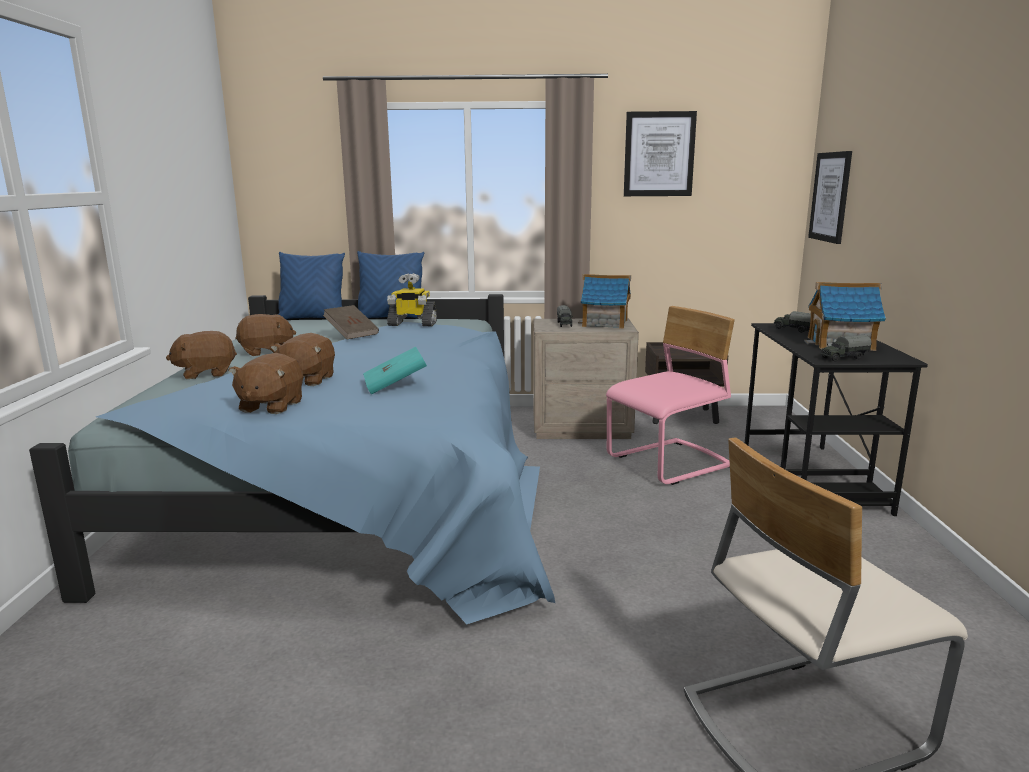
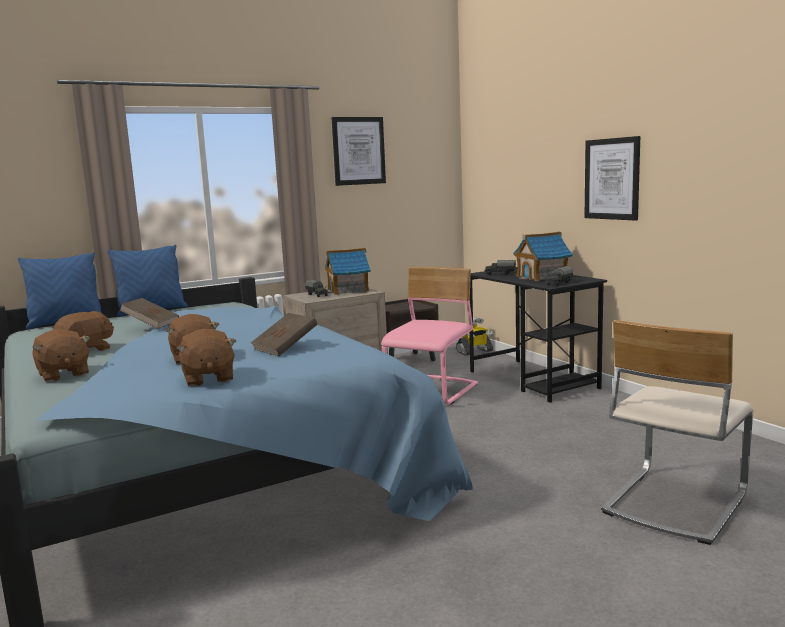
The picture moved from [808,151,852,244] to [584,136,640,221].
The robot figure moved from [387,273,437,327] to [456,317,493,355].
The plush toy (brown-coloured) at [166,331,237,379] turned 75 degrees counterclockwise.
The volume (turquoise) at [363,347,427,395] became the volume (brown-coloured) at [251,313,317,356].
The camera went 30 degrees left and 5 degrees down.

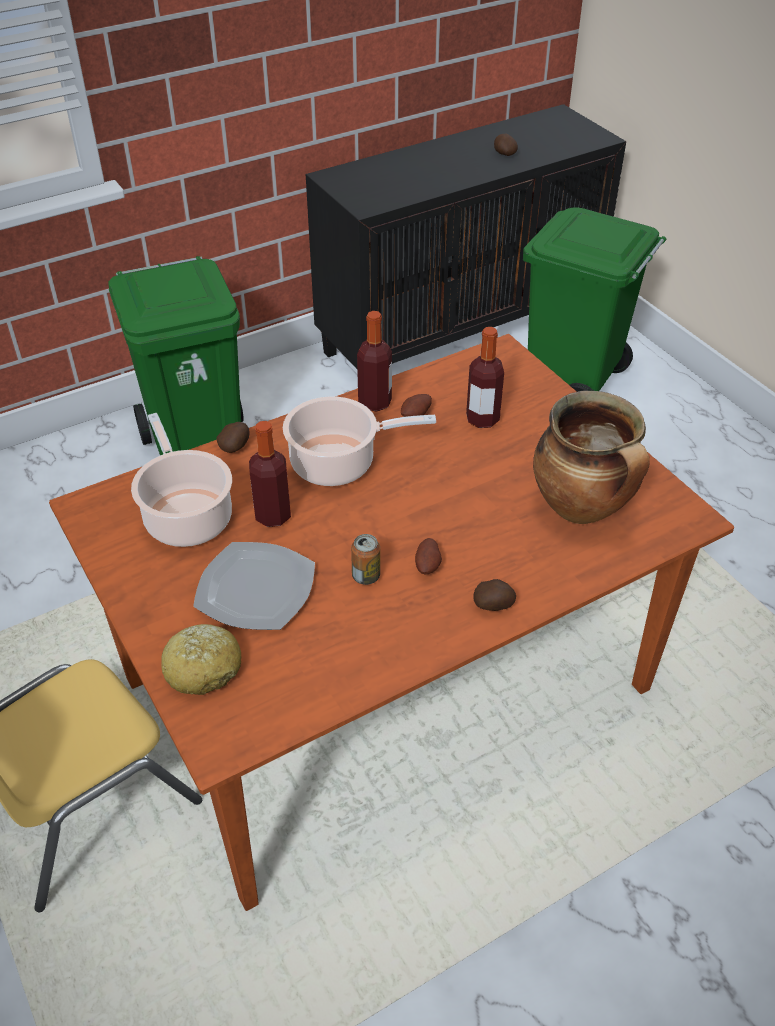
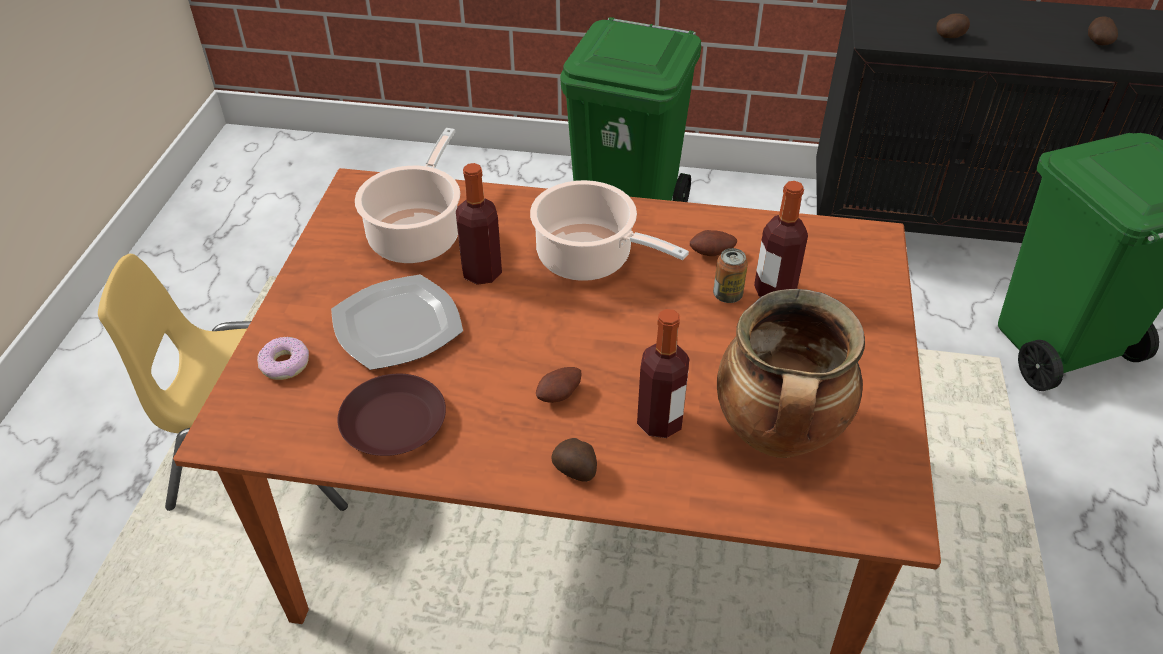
The drink bottle moved from [357,311,392,412] to [637,309,689,438].
The potato moved from [217,422,250,453] to [936,13,970,38].
The can moved from [351,534,380,585] to [713,248,748,303].
The baked bread at [161,624,241,695] was replaced by the ring doughnut at [257,337,309,380].
The plate (brown-coloured) at [337,374,446,456] appeared.
The camera went 40 degrees right and 0 degrees up.

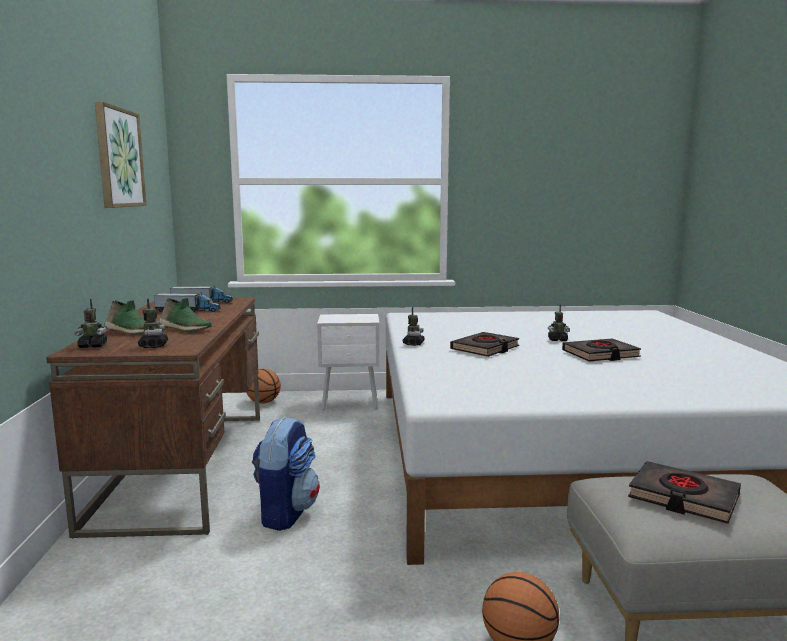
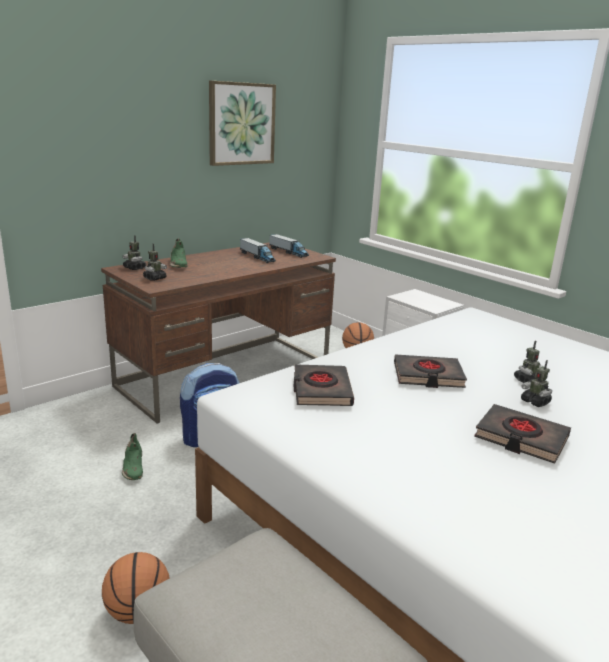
The shoe (green) moved from [159,298,212,332] to [122,433,143,480].
The robot figure moved from [402,308,425,346] to [514,340,544,383].
The volume (black-coloured) moved from [628,461,741,524] to [294,364,354,406].
The camera went 50 degrees right and 10 degrees up.

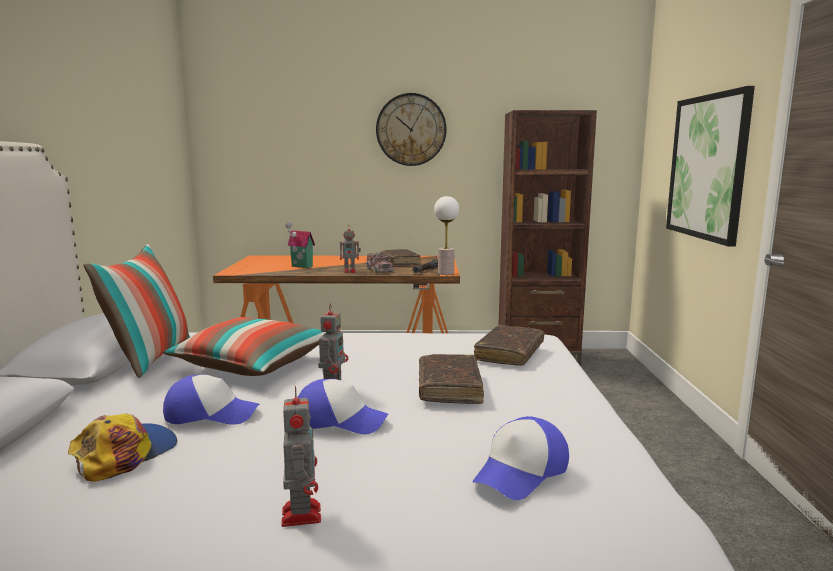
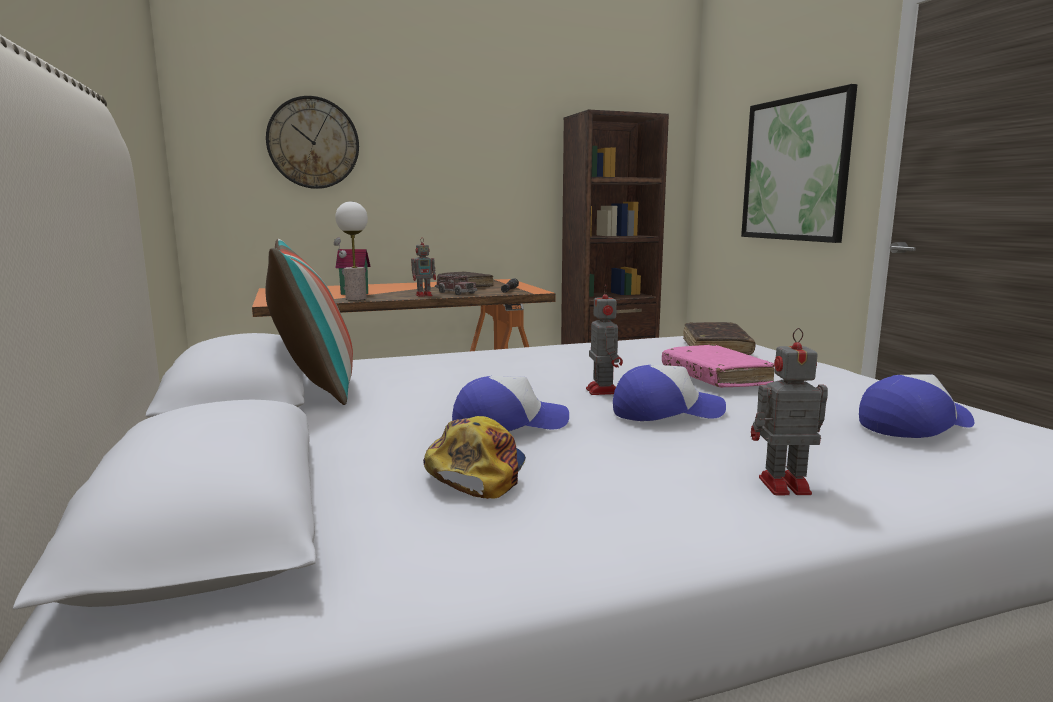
The hanging clock moved from [376,93,446,166] to [266,96,359,189].
The lamp for a table moved from [434,196,459,275] to [335,201,368,300].
The pillow at [163,317,326,376] disappeared.
The volume (brown-coloured) at [419,354,484,404] became the volume (pinkish) at [662,344,775,388].
The robot figure at [281,386,321,527] turned 60 degrees counterclockwise.
The peaked cap at [472,416,569,500] turned 135 degrees counterclockwise.
The camera went 20 degrees left and 0 degrees up.

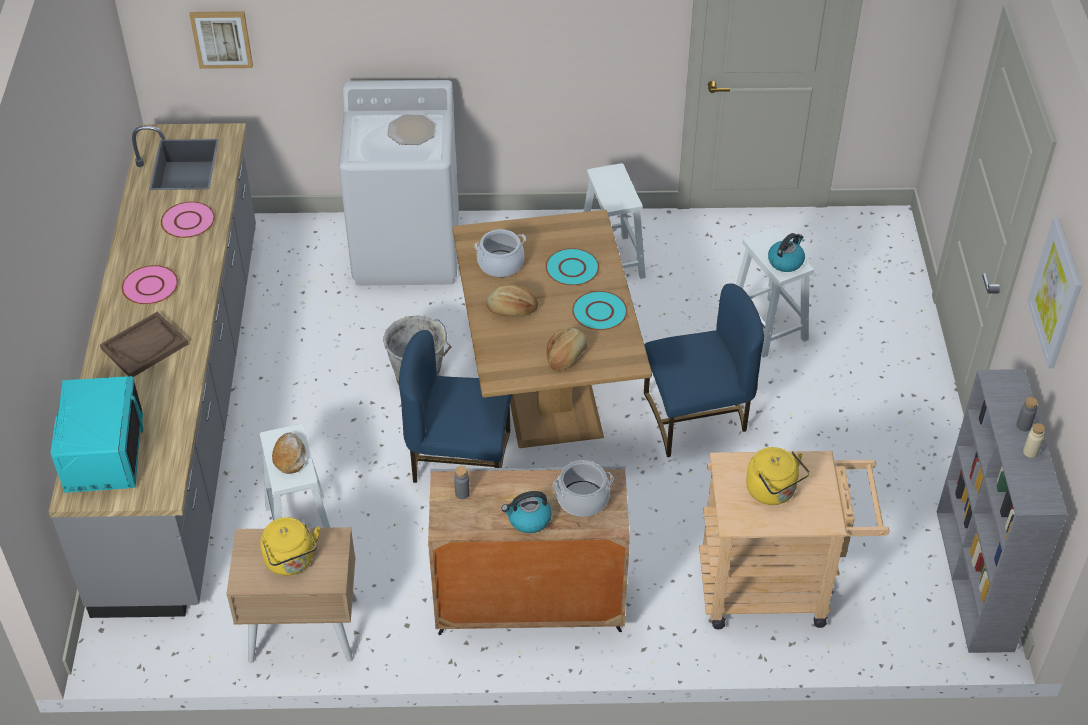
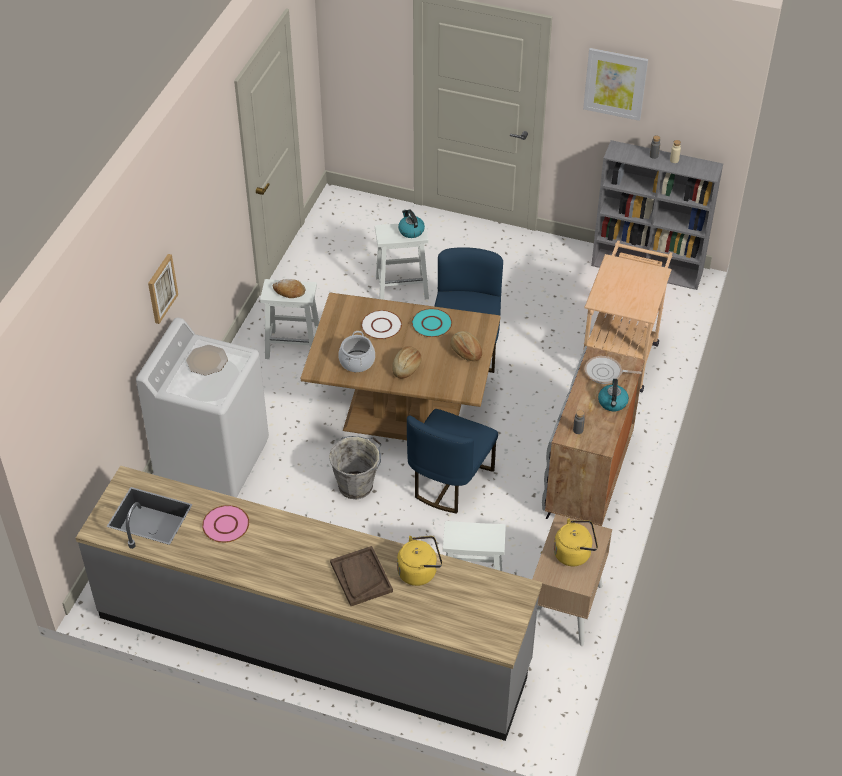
The picture moved from [190,11,253,69] to [148,254,178,324].
The plate (turquoise) at [545,248,599,286] became the plate (white) at [361,310,402,339].
The plate (pinkish) at [122,265,178,305] disappeared.
The kitchen microwave (turquoise) at [50,376,144,493] disappeared.
The baked bread moved from [272,432,306,474] to [273,279,305,298].
The kettle (yellow-coloured) moved from [746,447,810,505] to [397,536,442,586].
The cooking pot at [553,460,614,517] was replaced by the pan at [585,356,642,384].
The camera went 70 degrees left and 0 degrees up.

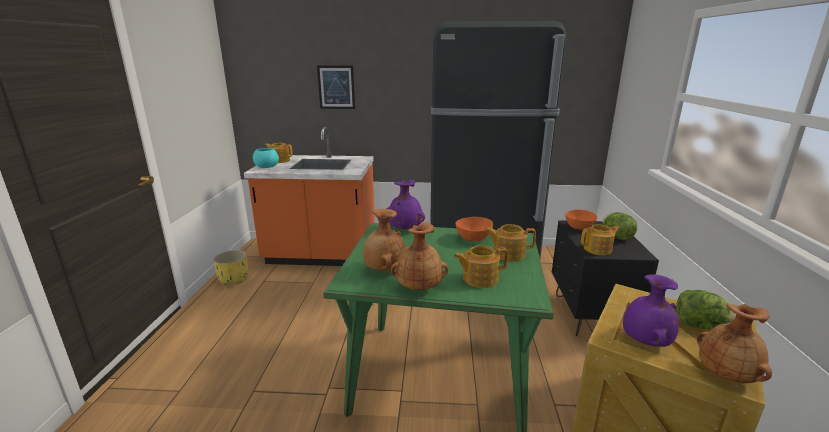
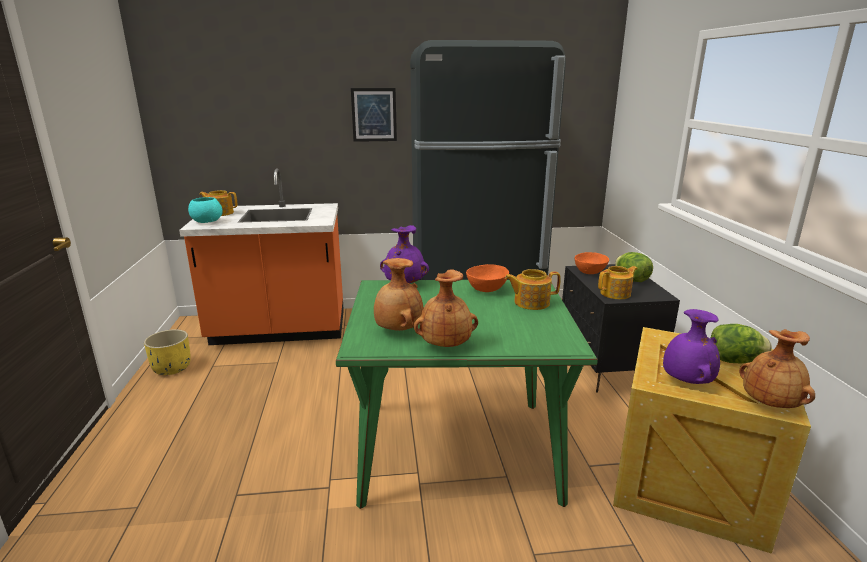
The picture moved from [317,65,355,109] to [351,88,397,142].
The tea pot at [454,245,508,288] disappeared.
The camera went 10 degrees left and 0 degrees up.

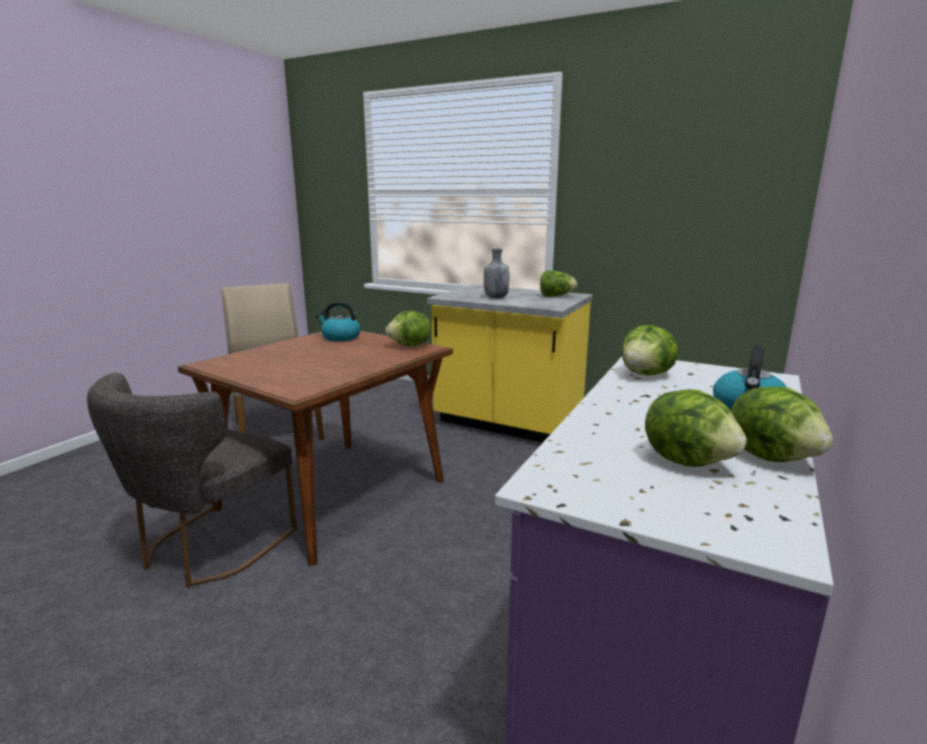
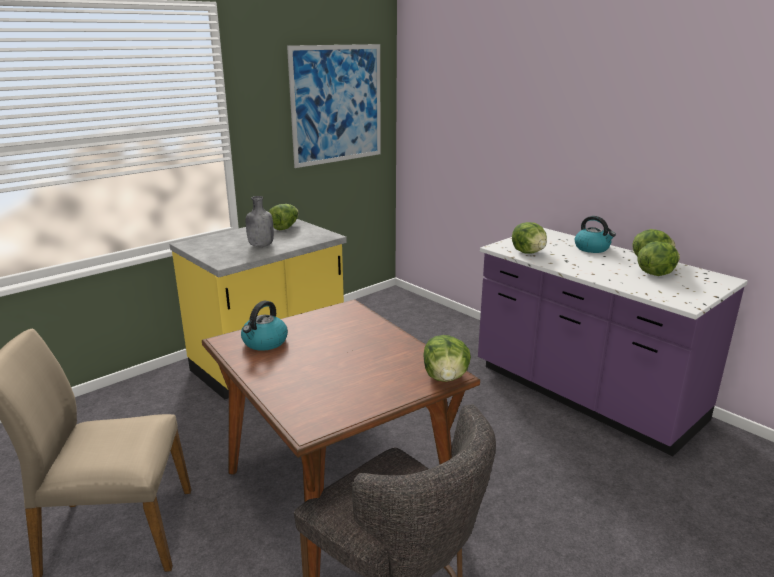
The lettuce moved from [386,311,431,346] to [423,335,471,382].
The picture at [287,44,381,168] appeared.
The camera went 70 degrees left and 5 degrees up.

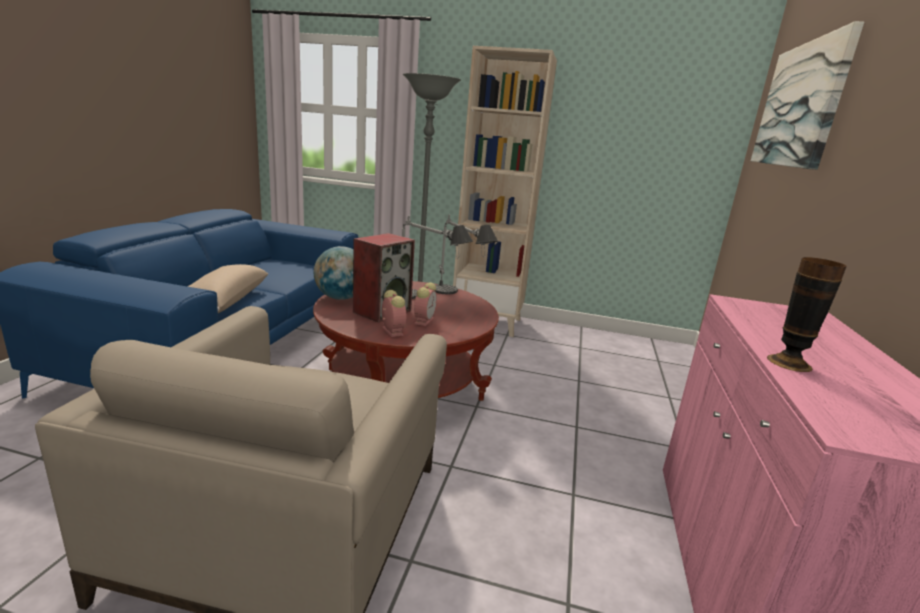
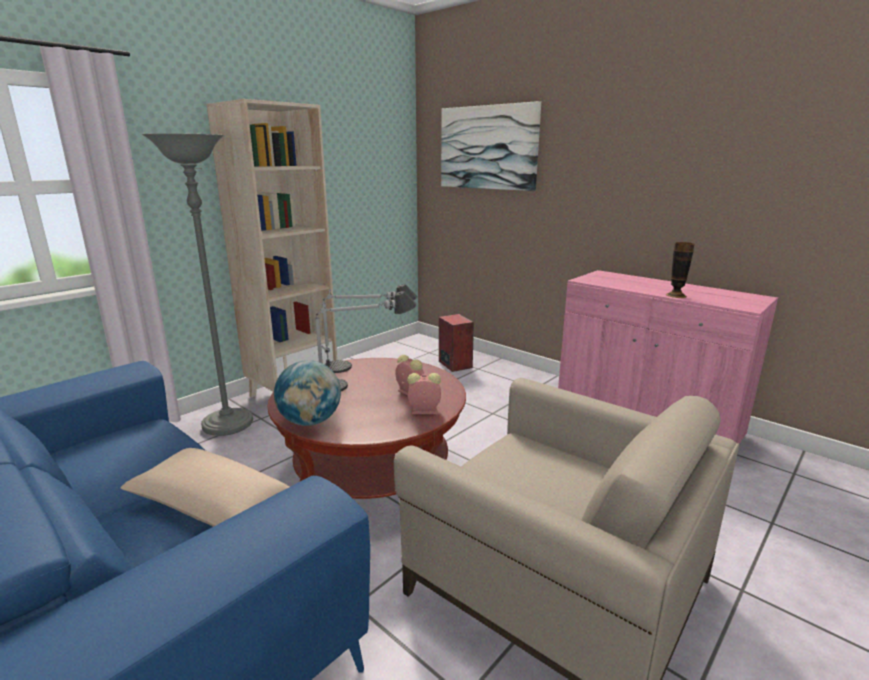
The loudspeaker moved from [353,233,415,322] to [439,314,474,372].
The camera went 60 degrees left and 0 degrees up.

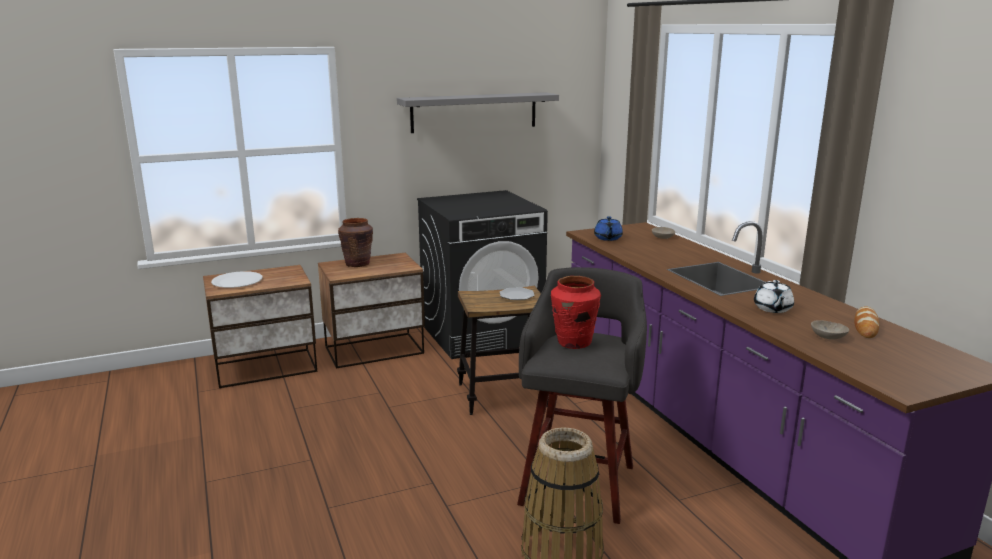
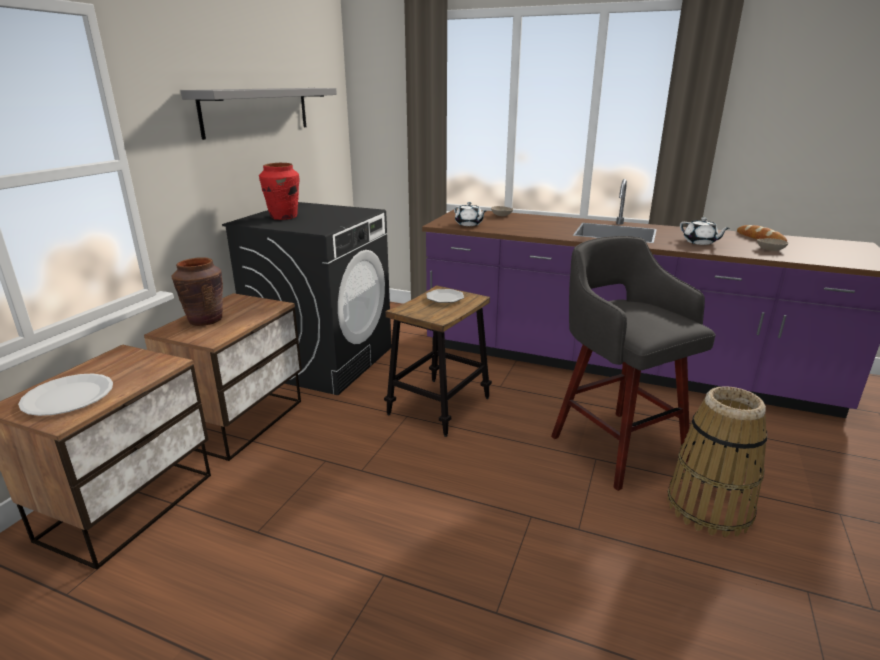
The tea pot (blue) at [594,216,623,241] became the tea pot (white) at [454,202,486,226].
The decorative vase (red) moved from [551,276,601,349] to [259,163,299,220].
The camera went 45 degrees left and 5 degrees up.

